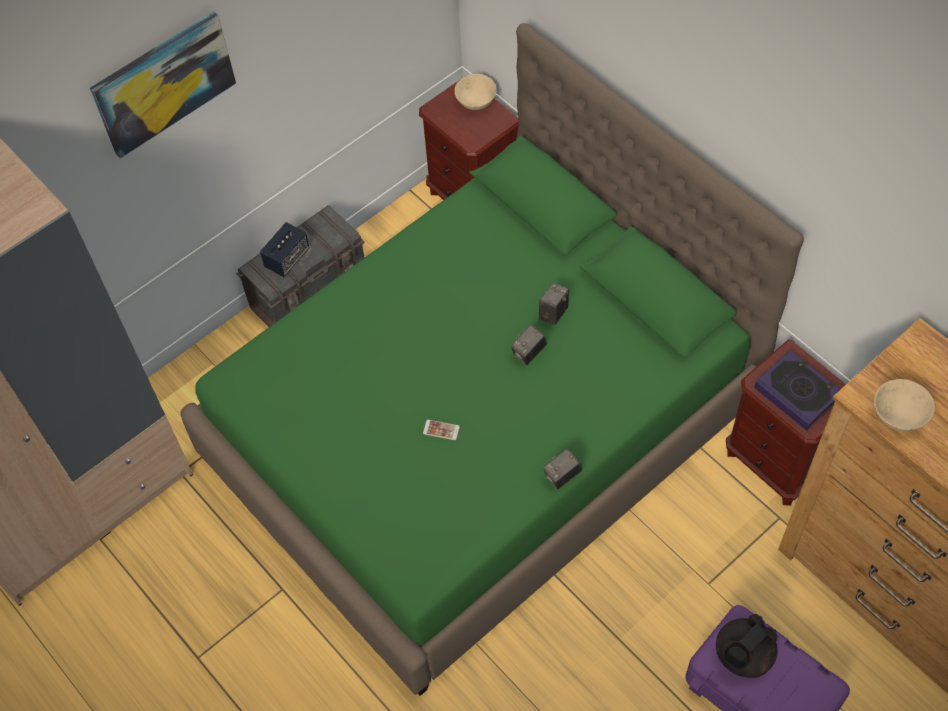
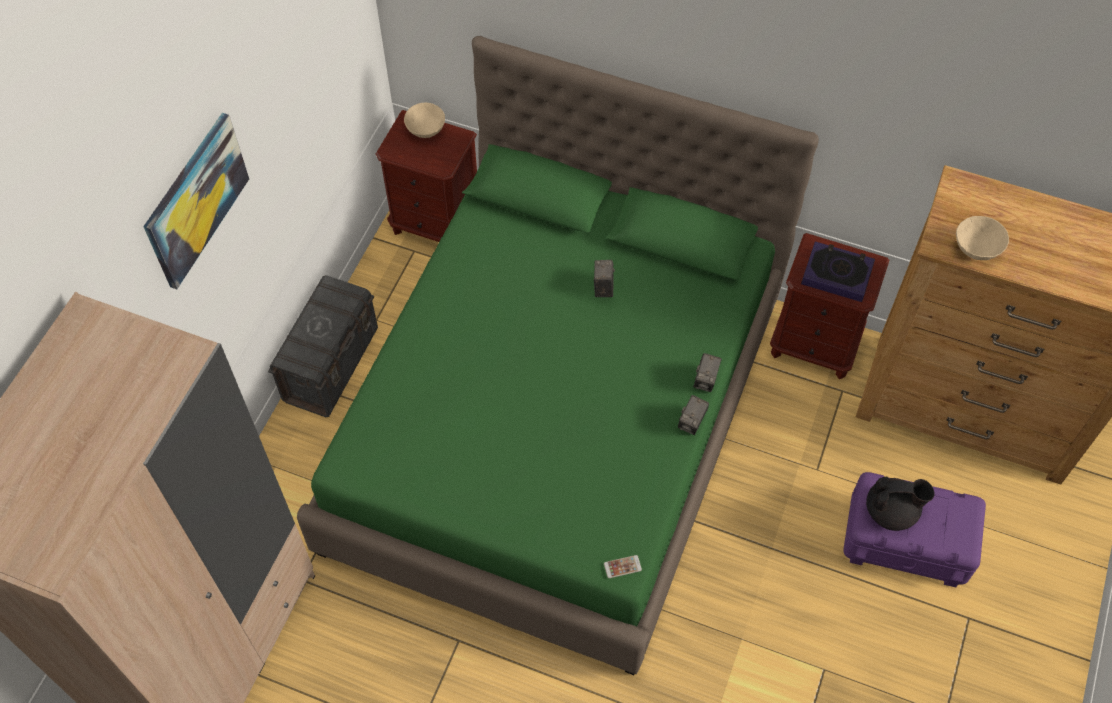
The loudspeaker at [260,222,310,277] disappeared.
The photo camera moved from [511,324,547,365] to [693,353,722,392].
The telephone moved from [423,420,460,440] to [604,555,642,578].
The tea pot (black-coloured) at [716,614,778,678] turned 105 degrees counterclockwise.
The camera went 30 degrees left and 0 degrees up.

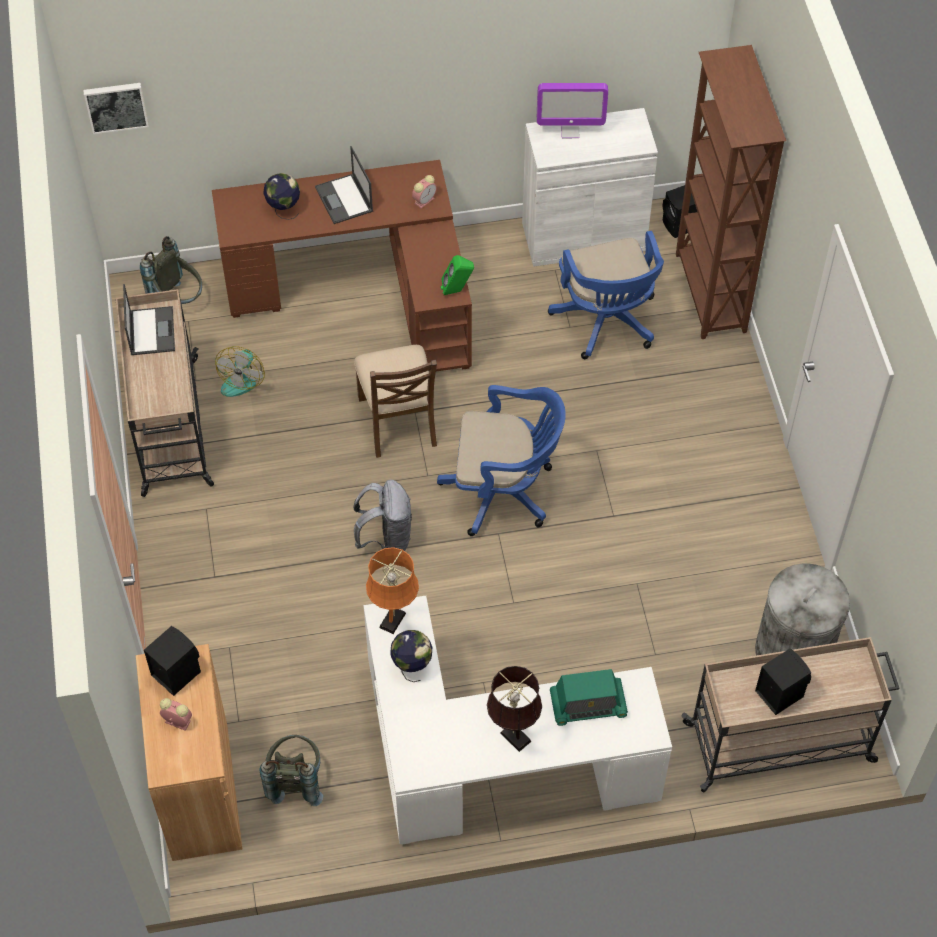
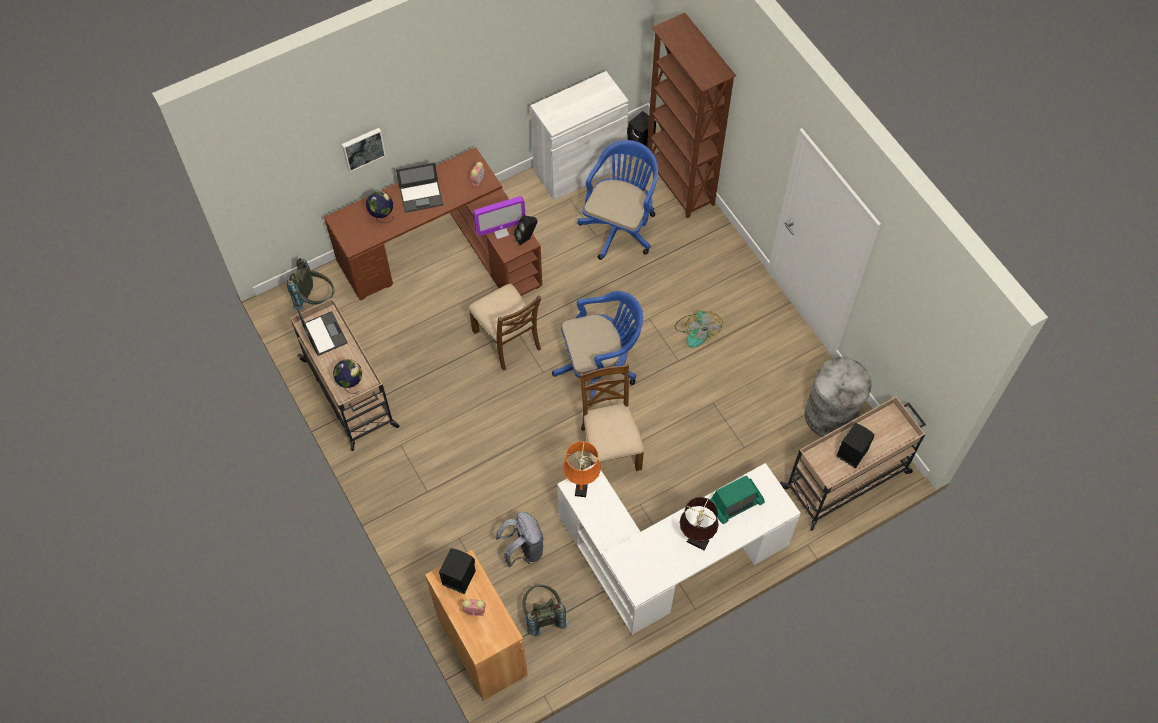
The picture moved from [83,83,149,134] to [342,128,386,172].
The computer screen moved from [537,83,608,138] to [473,196,525,239].
The notebook computer at [315,146,373,224] turned 60 degrees counterclockwise.
The desk chair (blue) at [548,231,664,359] turned 120 degrees counterclockwise.
The loudspeaker (green) at [441,255,474,295] became the loudspeaker (black-coloured) at [514,216,537,245].
The fan moved from [215,346,265,397] to [675,311,723,348].
The backpack (gray) moved from [353,480,412,551] to [496,512,544,568].
The world globe moved from [390,630,432,682] to [333,359,362,394].
The upright chair (brown-coloured) at [580,364,644,471] appeared.
The camera went 20 degrees left and 5 degrees up.

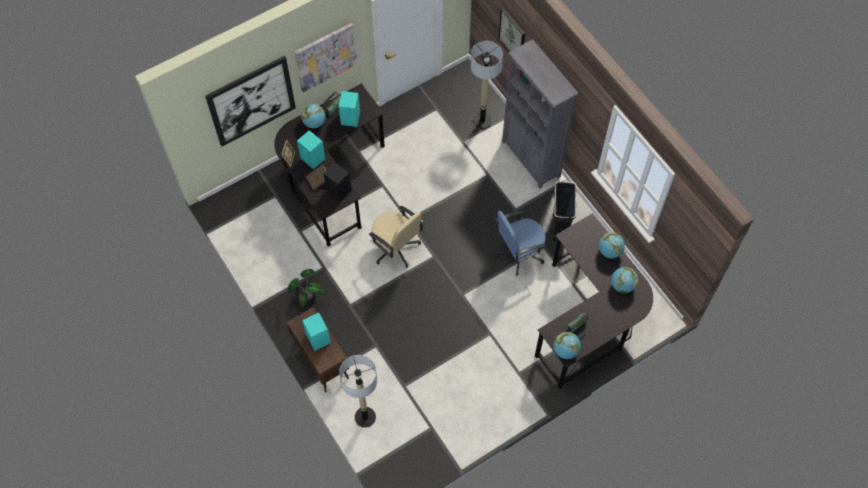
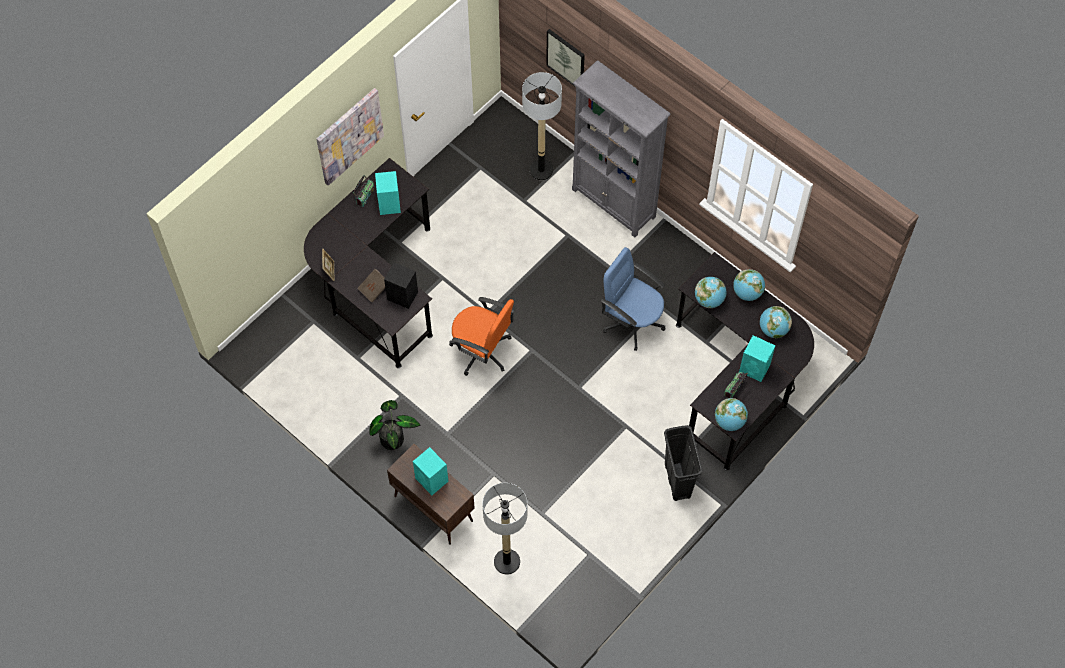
The picture at [205,56,296,147] disappeared.
The world globe moved from [301,104,325,128] to [695,277,726,308].
The loudspeaker (turquoise) moved from [297,130,325,169] to [739,335,775,382].
The waste bin (black-coloured) moved from [552,181,577,241] to [664,425,703,501].
The desk chair (beige-coloured) at [369,206,424,268] became the desk chair (orangey) at [449,297,515,376].
The desk chair (blue) at [494,210,546,276] turned 75 degrees clockwise.
The camera went 15 degrees left and 0 degrees up.

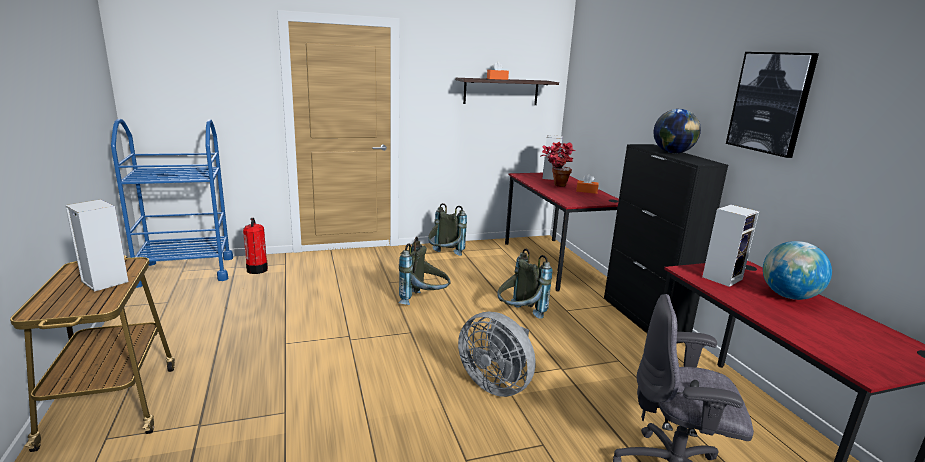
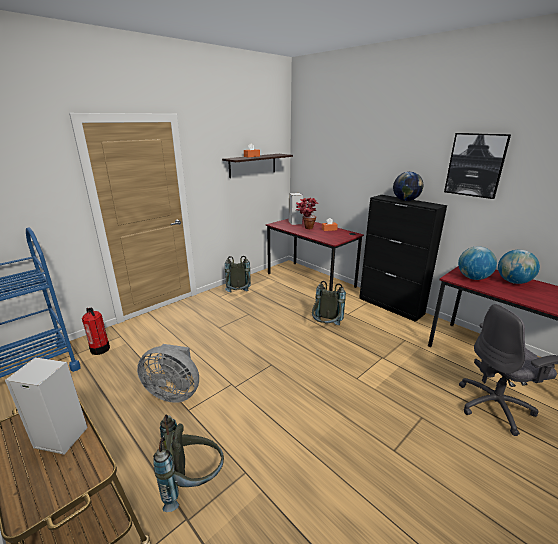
The loudspeaker at [702,205,759,287] was replaced by the world globe at [458,246,497,280].
The backpack (gray) moved from [399,237,451,305] to [153,415,224,512].
The fan (gray) moved from [458,312,536,397] to [137,344,199,403].
The camera went 25 degrees left and 5 degrees up.

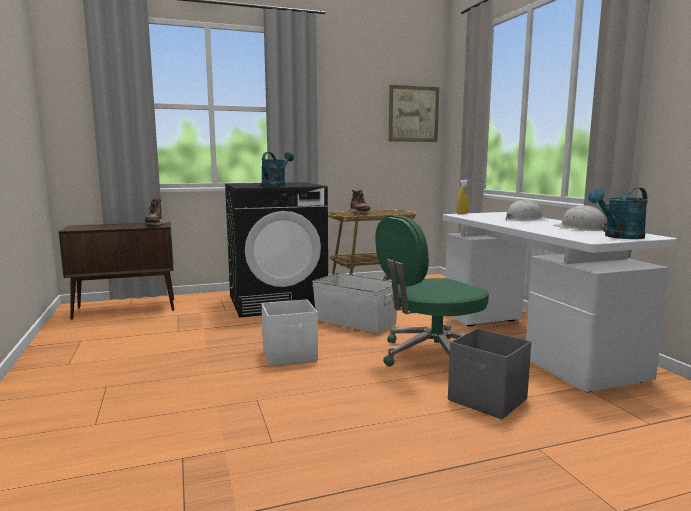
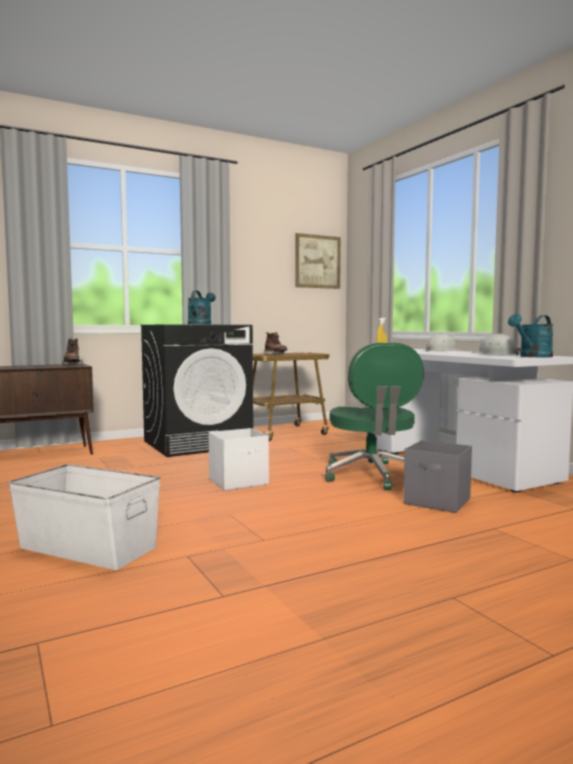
The desk chair (green) at [375,215,489,366] turned 60 degrees counterclockwise.
The storage bin (white) moved from [312,273,399,334] to [8,464,160,570].
The camera went 10 degrees left and 5 degrees down.

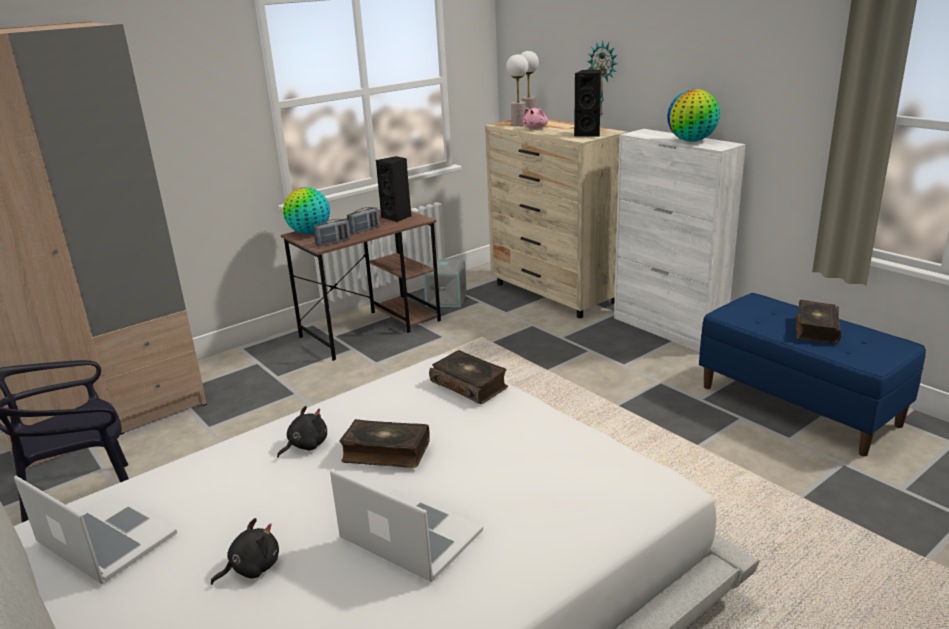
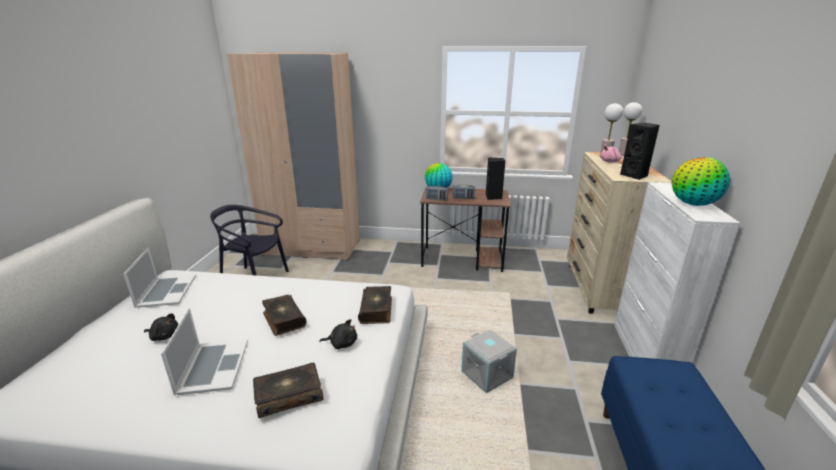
The hanging clock at [587,41,618,116] disappeared.
The storage bin (gray) moved from [423,259,467,307] to [461,329,517,393].
The volume moved from [796,300,841,344] to [253,362,324,418].
The plush toy (black-coloured) moved from [277,406,327,458] to [319,319,357,349].
The camera went 45 degrees right and 0 degrees up.

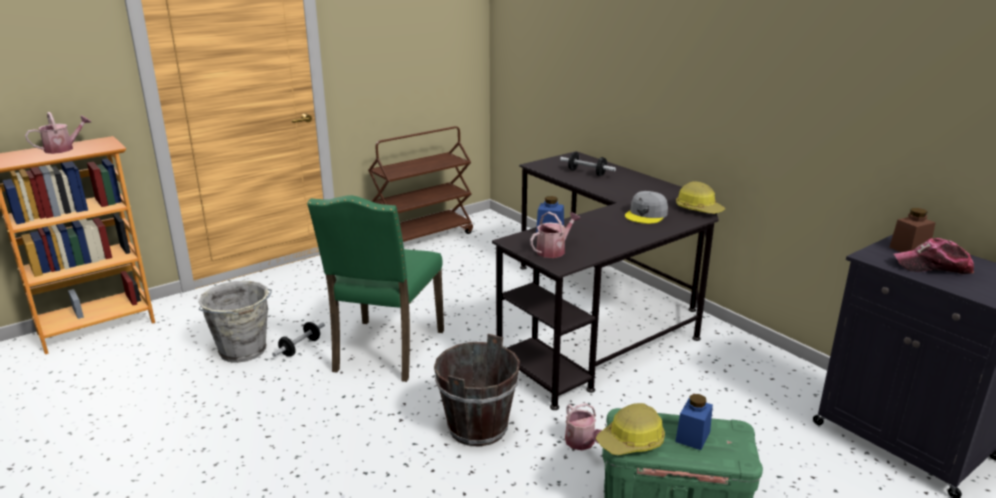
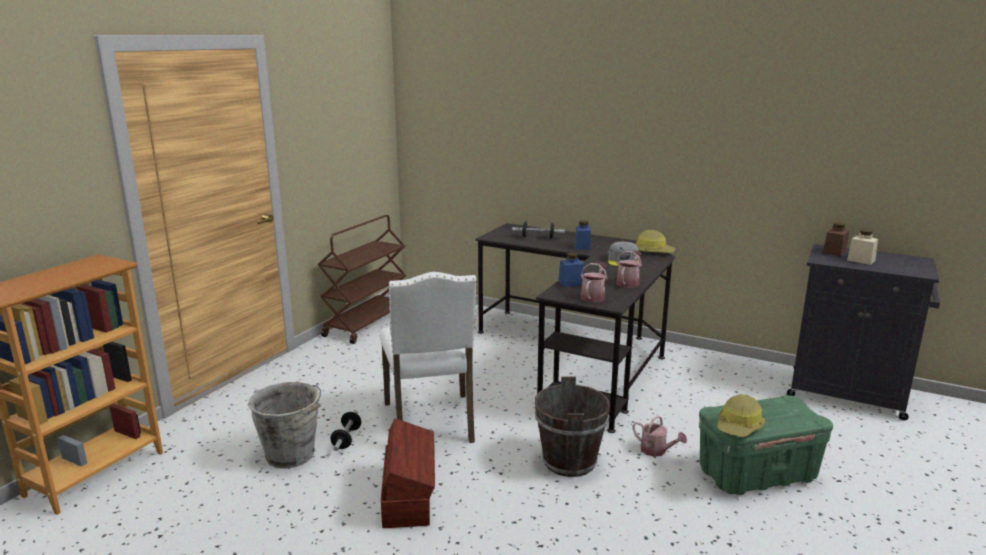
The watering pot moved from [25,112,91,154] to [616,251,642,288].
The upright chair (green) at [307,195,444,382] became the upright chair (white) at [380,272,477,443].
The peaked cap at [893,238,974,274] was replaced by the storage jar (beige-coloured) at [847,229,878,265].
The storage jar (blue) moved from [675,394,713,450] to [575,221,591,250].
The storage bin (brown-coloured) at [380,418,435,528] appeared.
The camera went 25 degrees left and 5 degrees down.

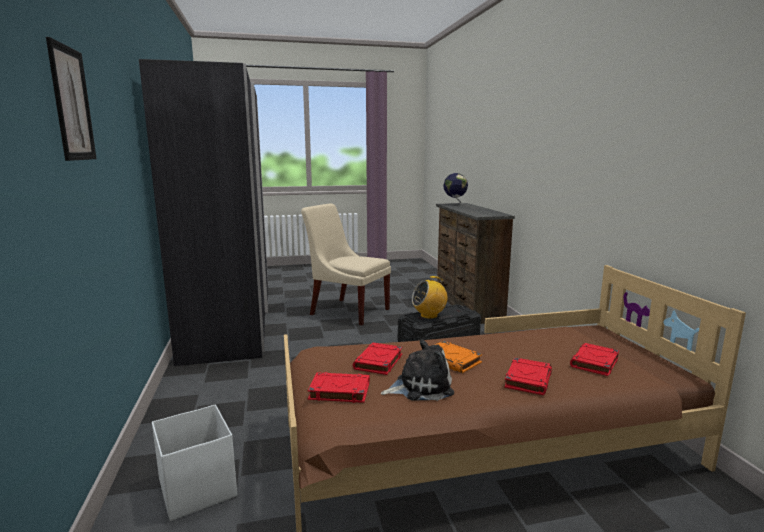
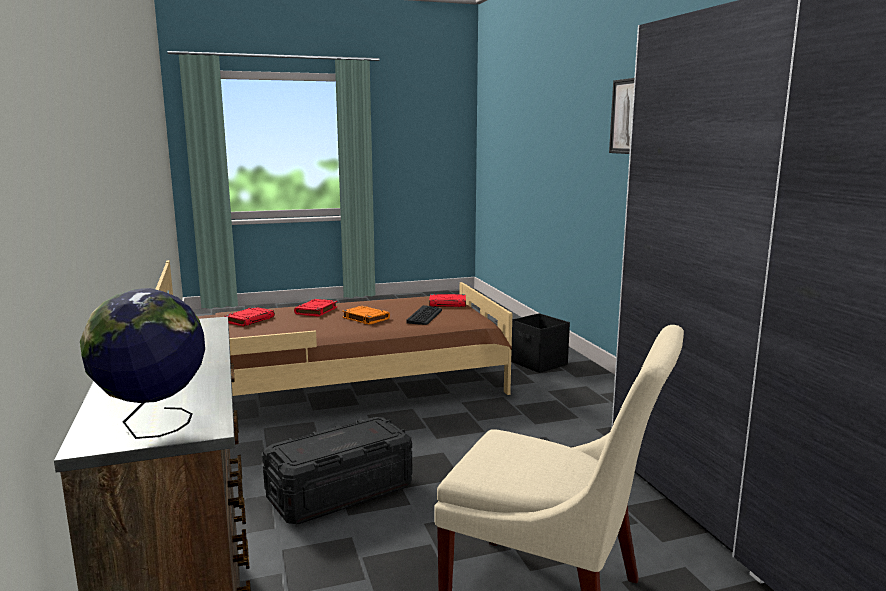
The radio receiver at [412,276,447,319] disappeared.
The plush toy at [381,339,454,401] disappeared.
The volume (red) at [353,342,402,375] was replaced by the PC keyboard at [407,305,442,325].
The storage bin (white) at [152,405,237,521] became the storage bin (black-coloured) at [511,313,570,373].
The camera went 175 degrees right and 0 degrees up.

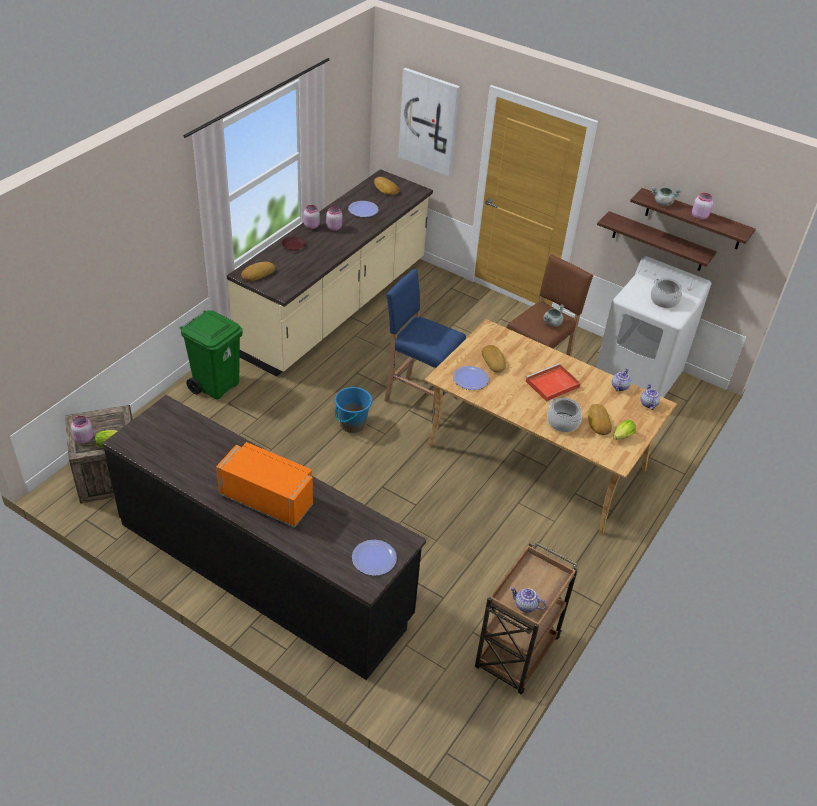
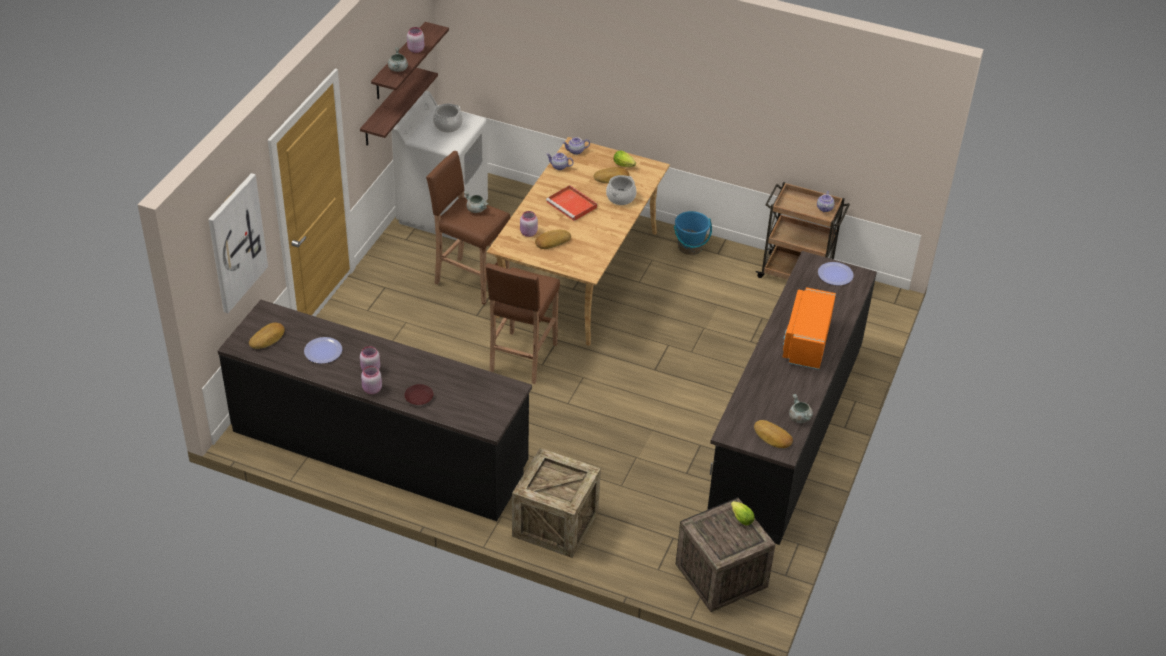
The kitchen counter (beige-coloured) at [227,169,433,377] became the kitchen counter (black-coloured) at [218,300,532,521].
The baked bread moved from [241,262,275,281] to [754,420,793,448].
The stool (blue) at [384,269,466,424] became the stool (brown-coloured) at [486,263,560,384].
The waste bin (green) at [180,310,242,400] was replaced by the crate at [512,448,601,558].
The plate at [453,366,489,390] disappeared.
The bucket (blue) moved from [335,386,372,433] to [674,211,712,255].
The storage jar (pinkish) moved from [71,416,93,444] to [520,211,538,237].
The cooking pot (gray) at [789,394,813,423] appeared.
The camera went 100 degrees left and 0 degrees up.

